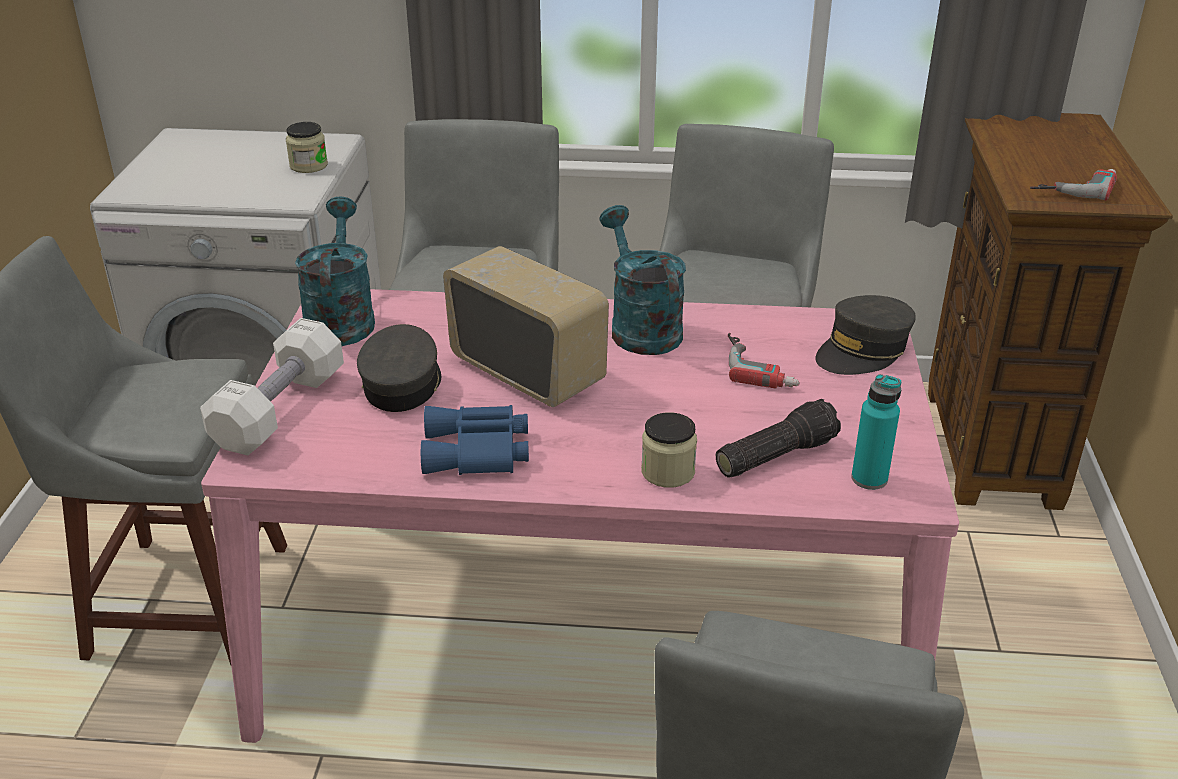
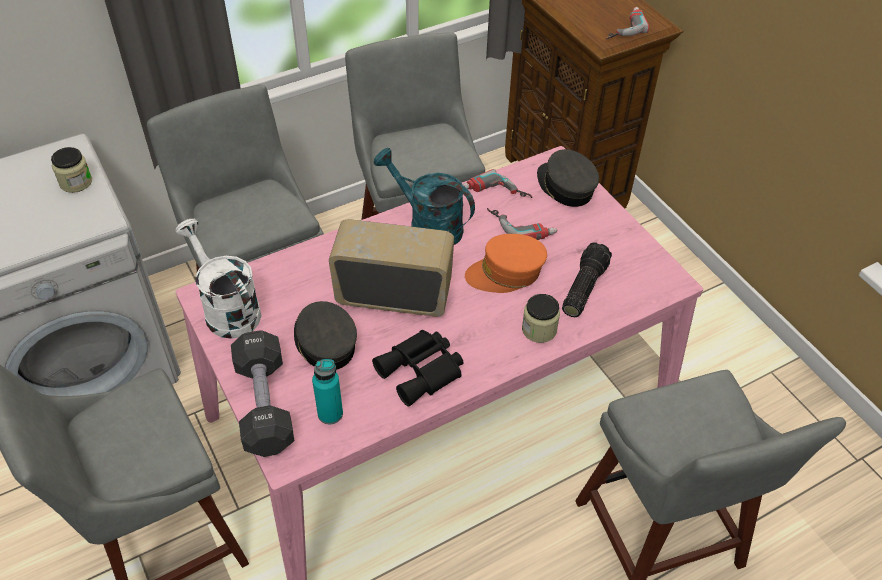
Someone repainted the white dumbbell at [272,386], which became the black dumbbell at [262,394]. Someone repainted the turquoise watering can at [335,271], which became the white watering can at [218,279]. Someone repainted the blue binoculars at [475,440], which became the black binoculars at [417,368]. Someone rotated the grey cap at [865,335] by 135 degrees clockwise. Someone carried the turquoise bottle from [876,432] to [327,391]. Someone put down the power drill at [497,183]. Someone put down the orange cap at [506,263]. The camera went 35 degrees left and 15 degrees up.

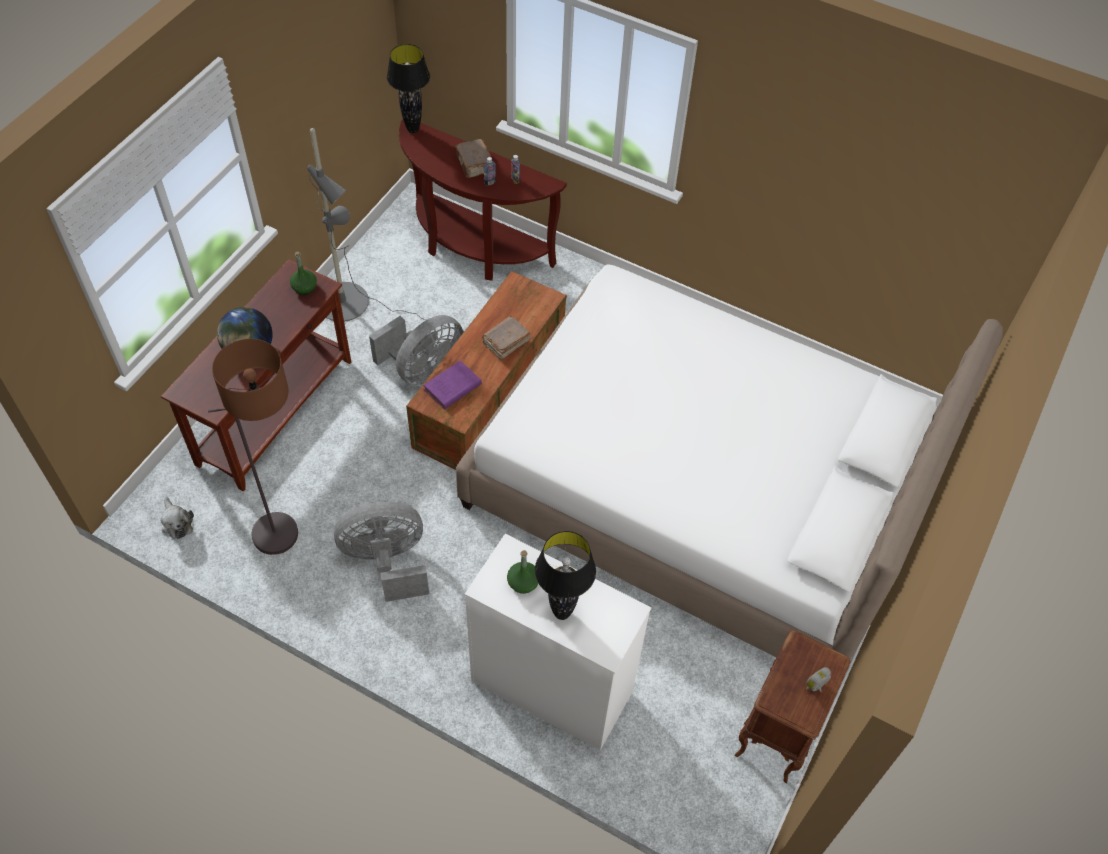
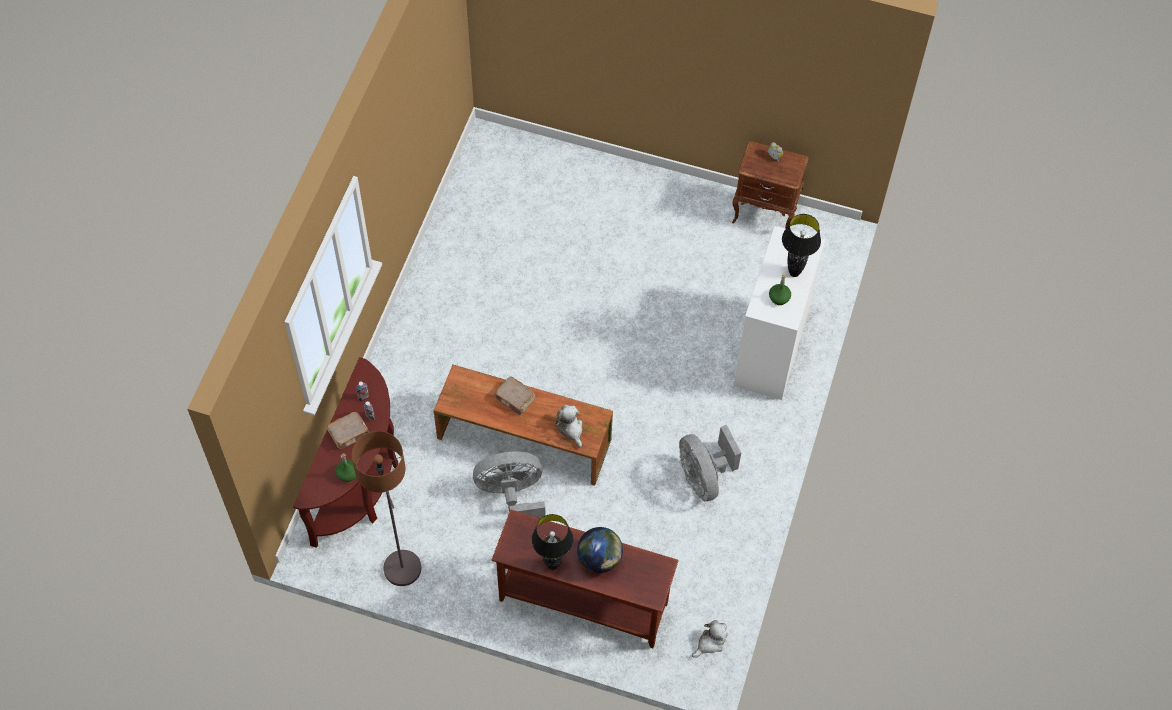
Someone carried the brown floor lamp from [253,447] to [386,508]. Someone carried the green bottle from [303,273] to [346,467]. Someone took away the grey floor lamp at [377,227]. Someone rotated the grey fan at [416,350] by 45 degrees counterclockwise. Someone carried the black table lamp from [408,88] to [552,542]. Someone swapped the purple book at [452,385] for the plush toy at [569,426]. Someone took away the white bed at [729,462]. The camera went 100 degrees left and 5 degrees up.

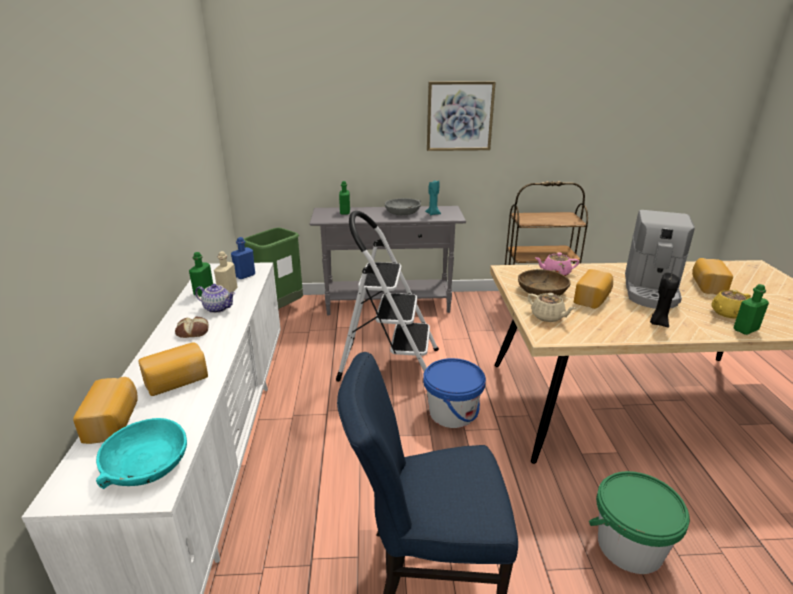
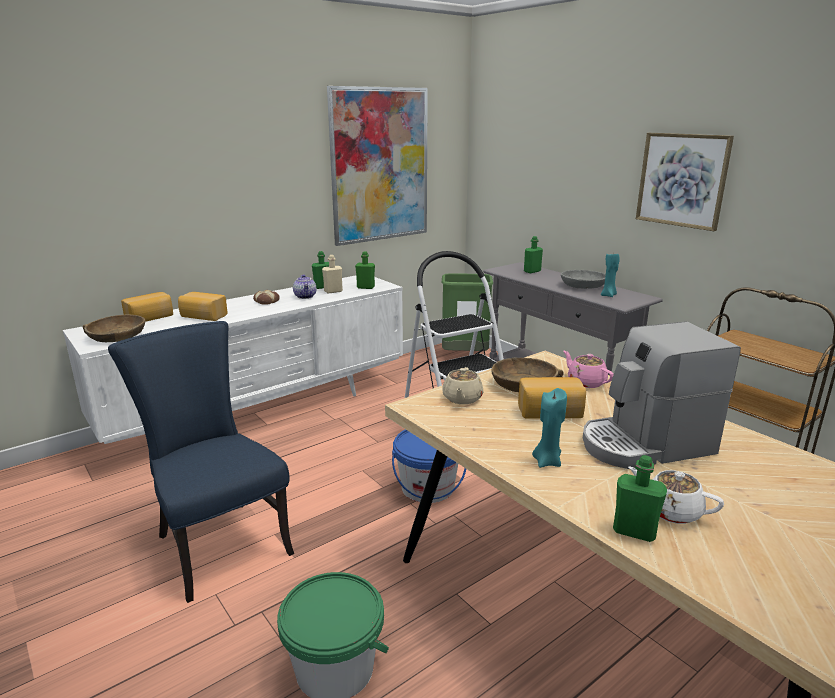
Someone repainted the turquoise bowl at [141,453], which became the brown bowl at [113,328]. Someone repainted the blue bottle at [243,258], which became the green bottle at [365,270]. Someone repainted the black candle at [665,300], which became the turquoise candle at [549,428]. Someone took away the bread at [712,276]. Someone repainted the yellow teapot at [731,304], which became the white teapot at [676,495]. Someone put up the picture at [377,166]. The camera went 55 degrees right and 5 degrees down.

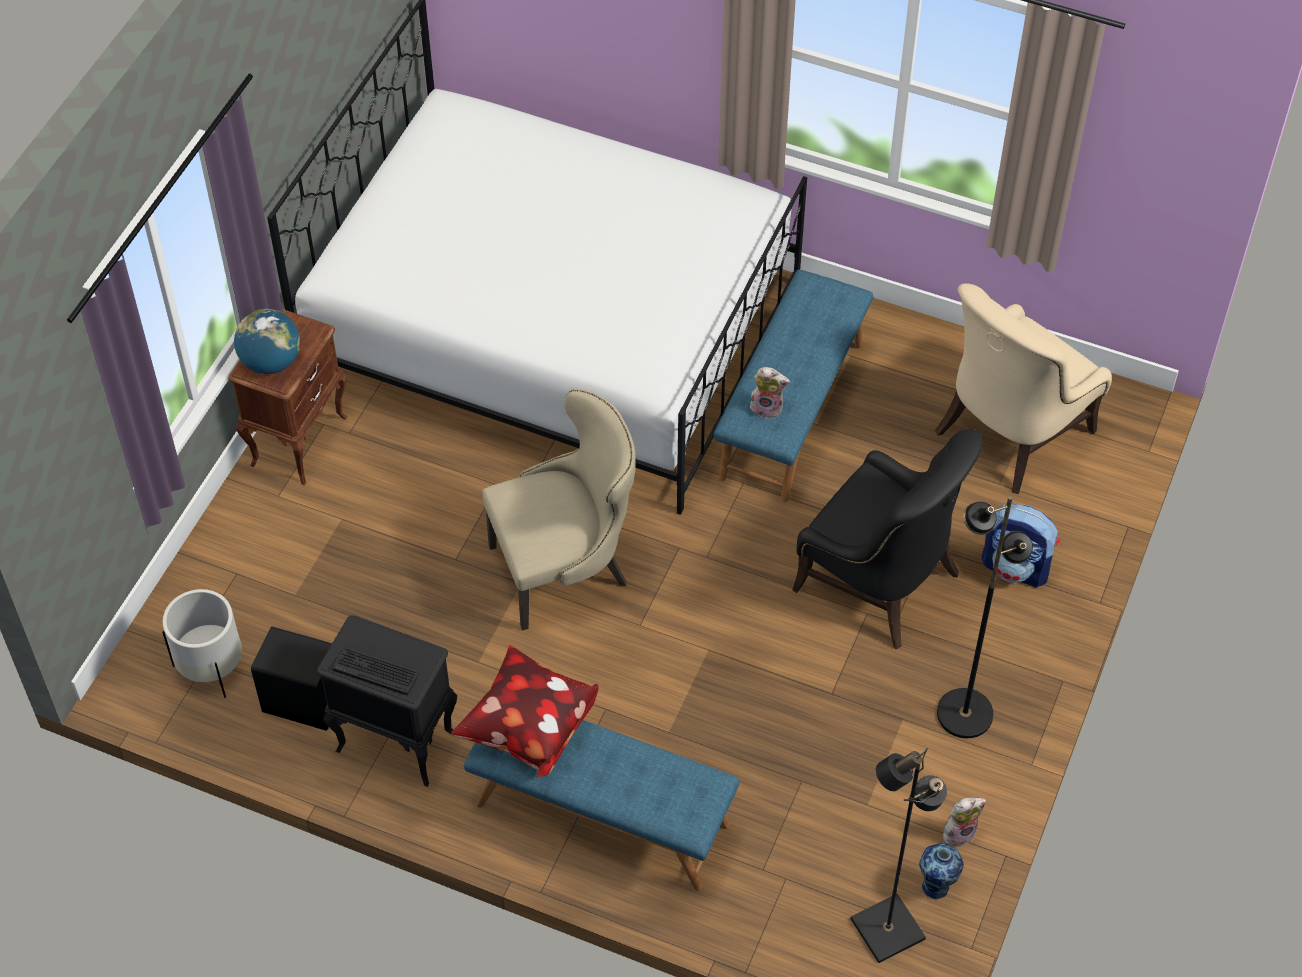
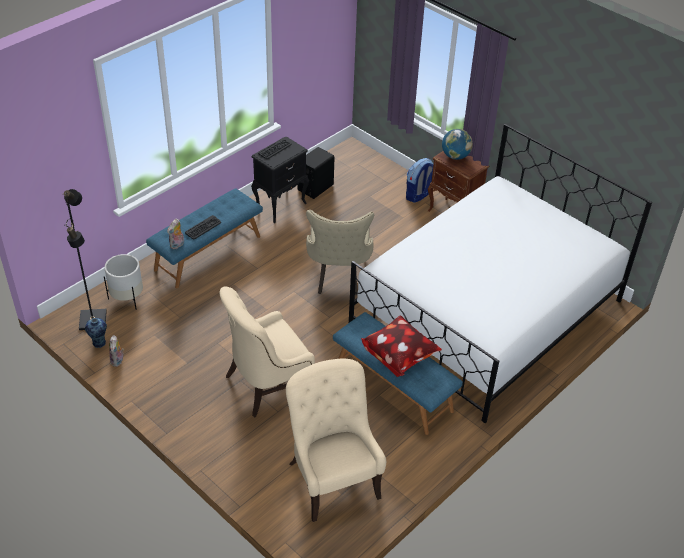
Someone carried the white planter from [202,643] to [123,282]. Someone carried the pillow from [525,711] to [401,346]. Someone carried the plush toy from [770,393] to [175,234]. Someone repainted the black chair at [887,539], which became the beige chair at [267,351]. Someone took away the black floor lamp at [985,617]. Someone carried the backpack from [1020,545] to [419,180]. Someone put down the keyboard at [203,227]. The camera went 110 degrees right and 10 degrees down.

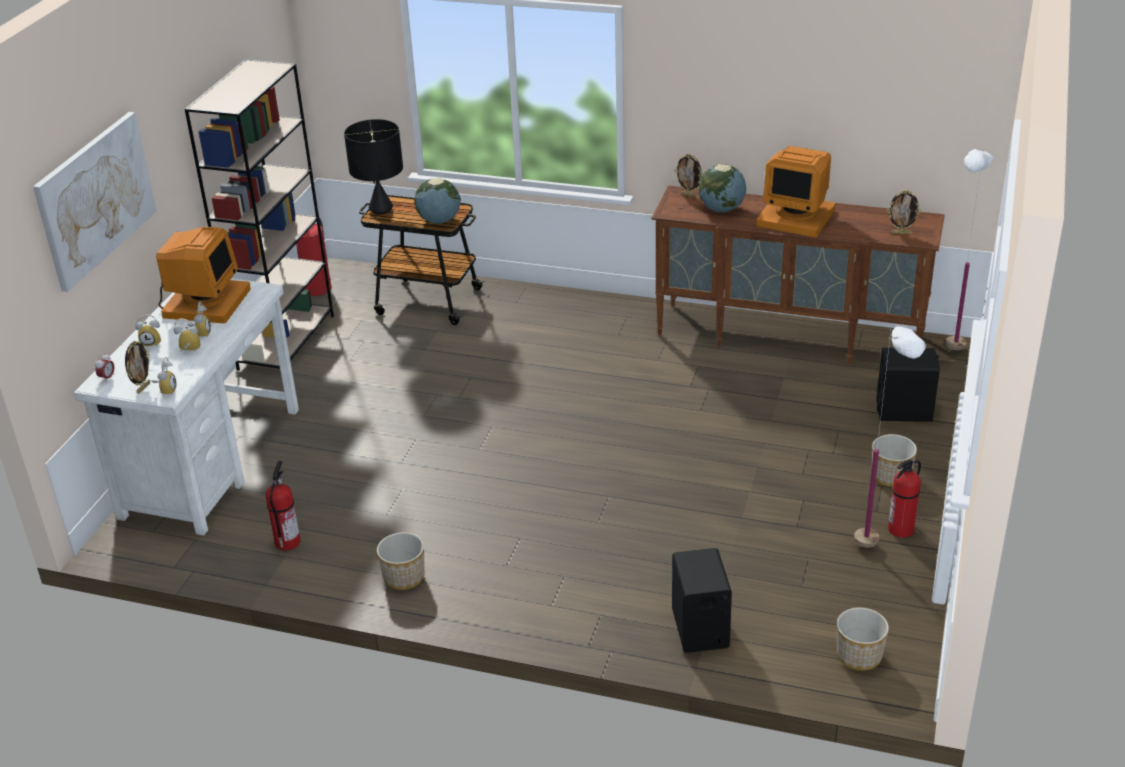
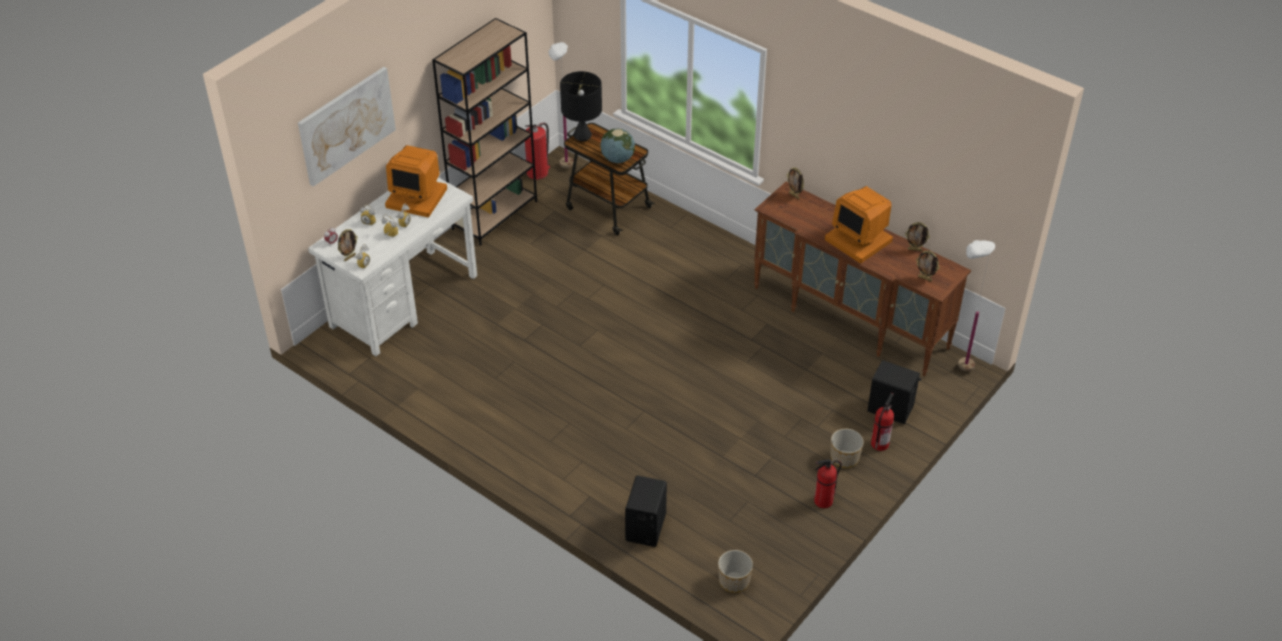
Someone rotated the monitor at [203,275] by 75 degrees clockwise. Someone carried the fire extinguisher from [283,505] to [882,422]. Someone took away the planter at [401,561]. Someone took away the globe at [722,188]. Someone carried the white floor lamp from [890,435] to [561,105]. Someone put down the picture frame at [917,236]. The camera went 20 degrees right and 10 degrees up.

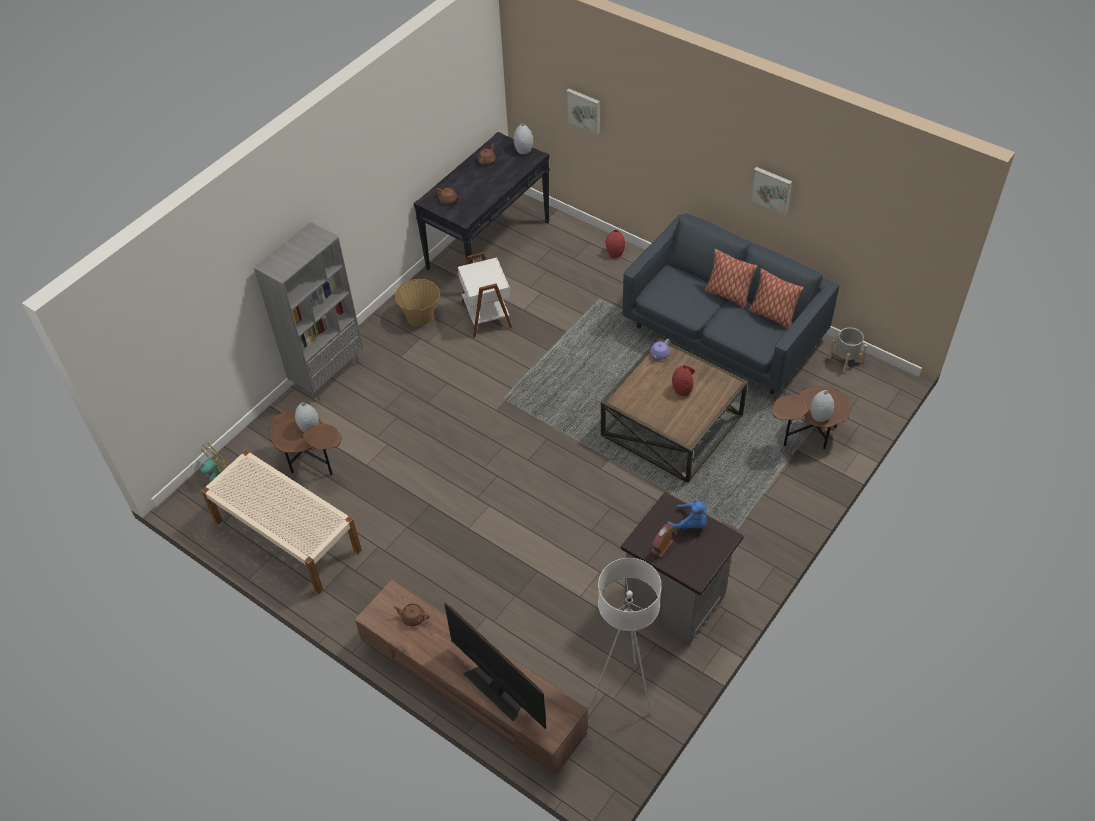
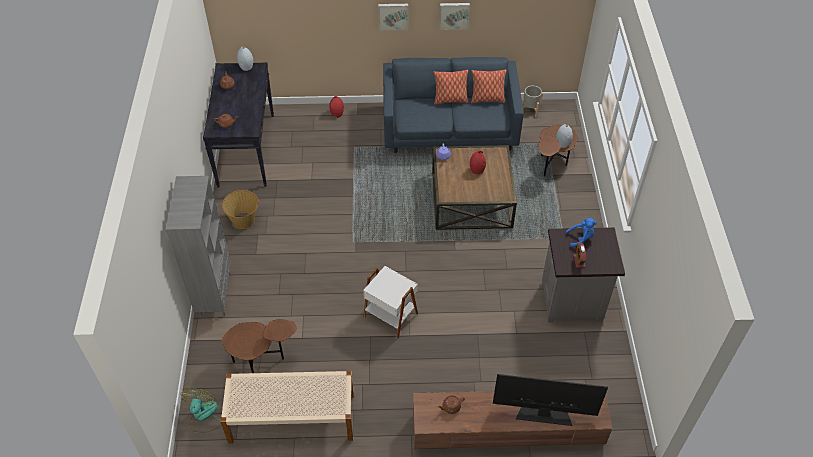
Someone took away the grey vase at [307,416]. Someone carried the white side table from [485,295] to [390,302]. Someone carried the picture from [583,111] to [393,17]. Someone took away the white floor lamp at [627,636]. The camera went 40 degrees left and 0 degrees up.

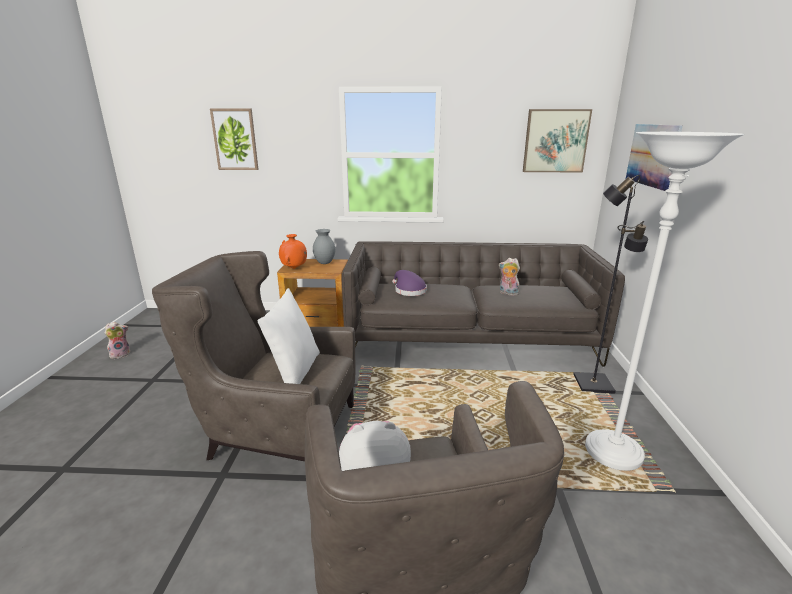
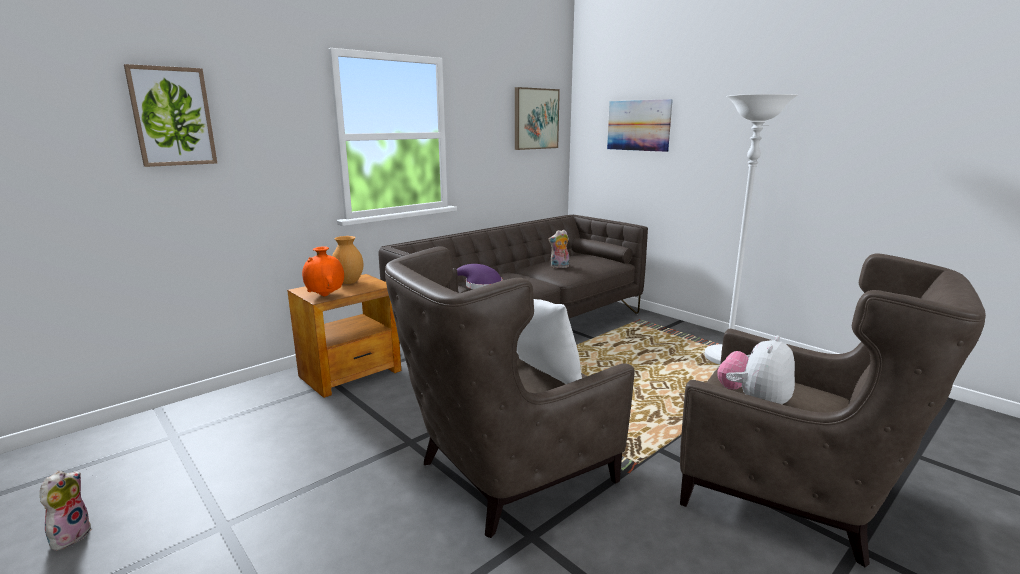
Someone repainted the grey vase at [324,246], which became the brown vase at [347,260]. Someone took away the black floor lamp at [610,284]. The camera went 45 degrees left and 5 degrees down.

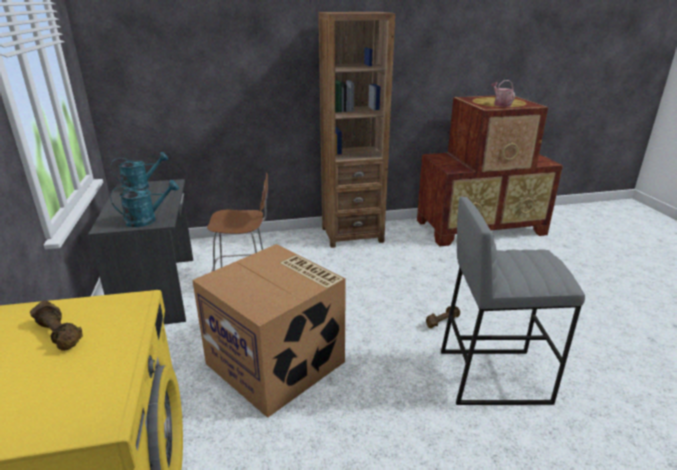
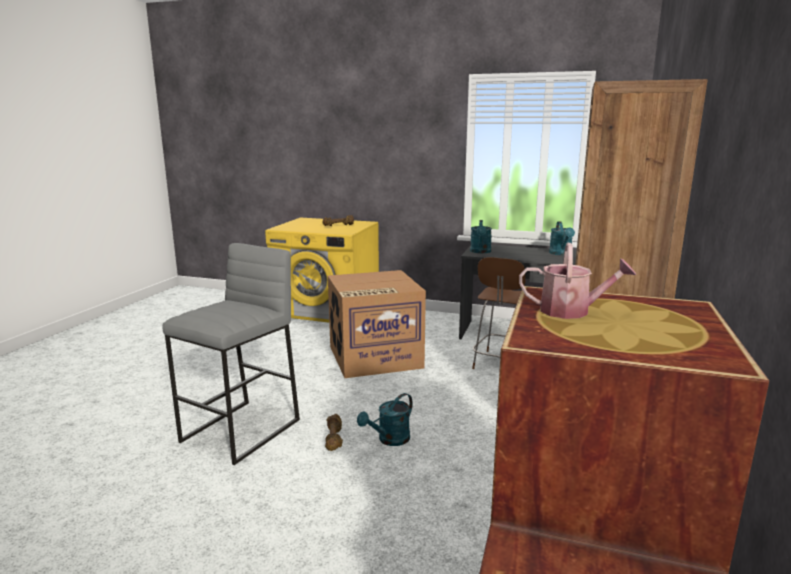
Someone put down the turquoise watering can at [385,419]. The camera went 120 degrees right and 10 degrees down.

